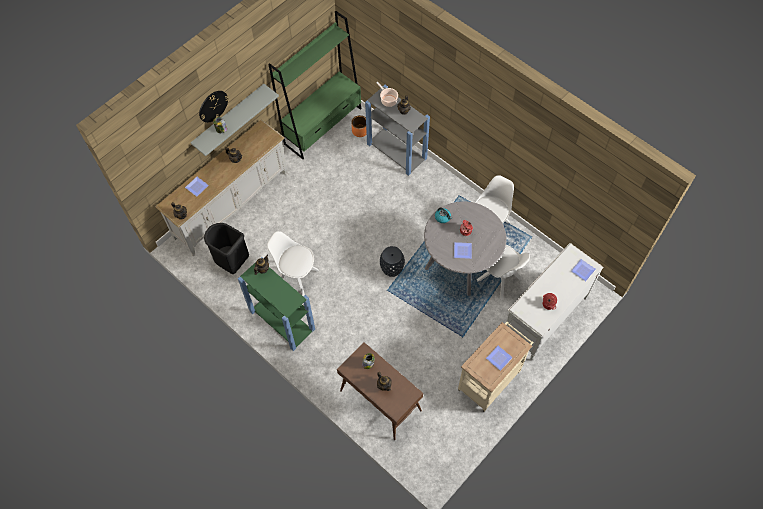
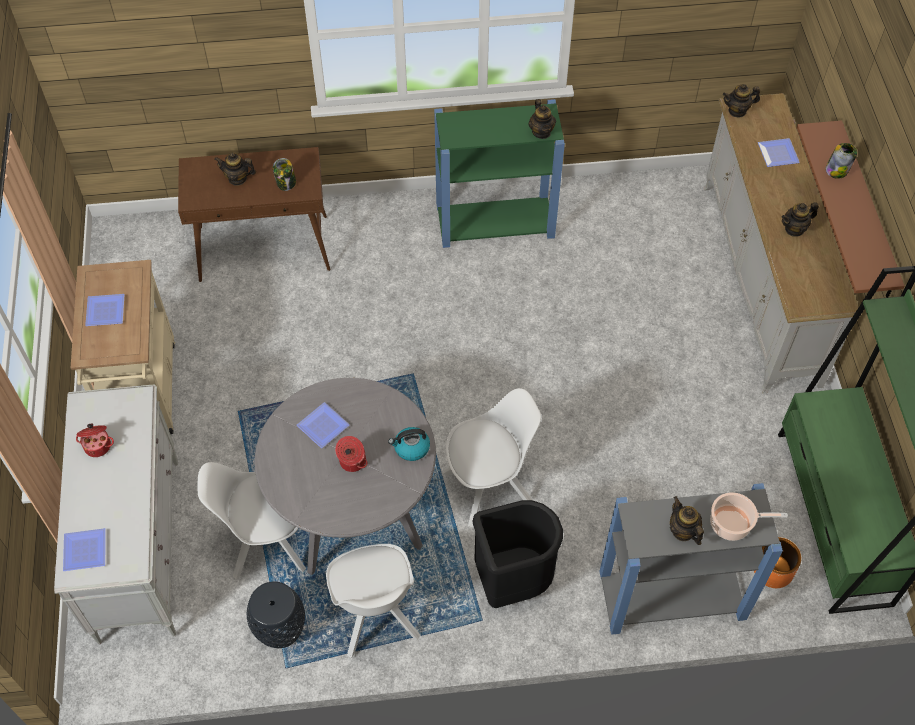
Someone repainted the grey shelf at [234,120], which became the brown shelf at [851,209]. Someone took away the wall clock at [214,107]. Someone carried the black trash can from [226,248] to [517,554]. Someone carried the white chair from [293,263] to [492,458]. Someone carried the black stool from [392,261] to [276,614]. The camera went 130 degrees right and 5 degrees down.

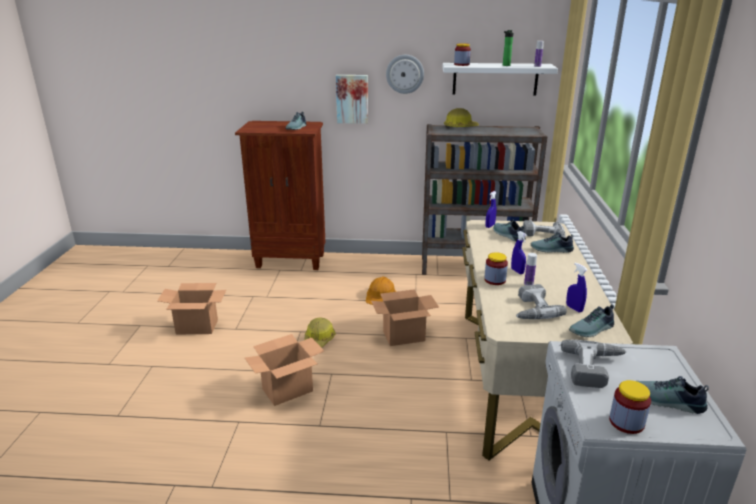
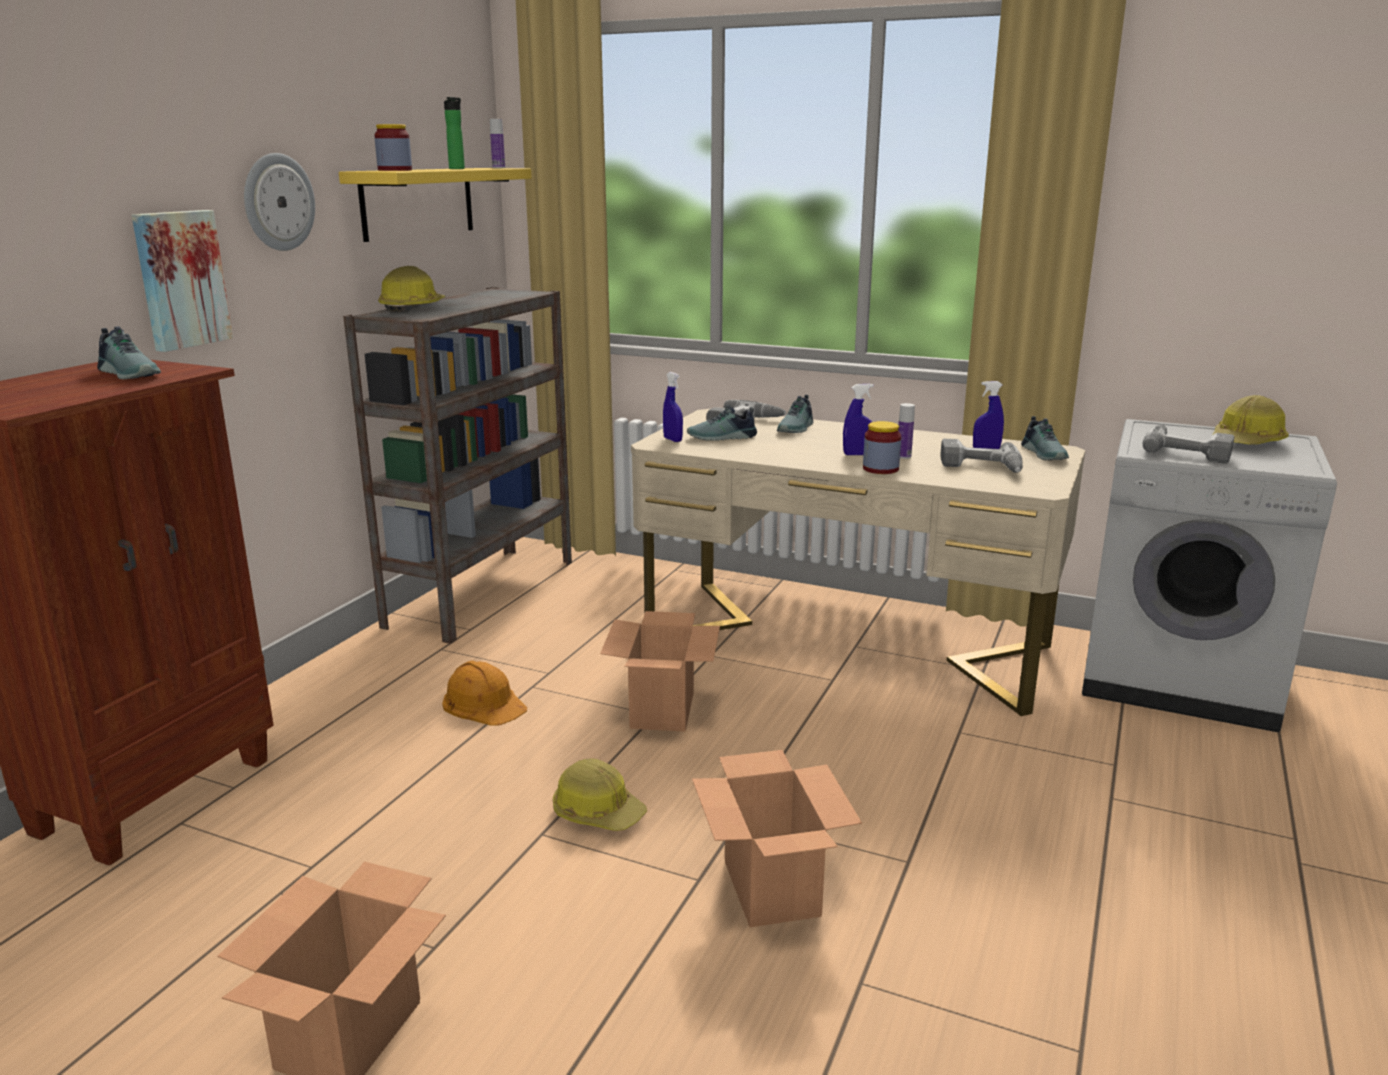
Someone repainted the white shelf at [500,79], which became the yellow shelf at [435,205]. Someone took away the jar at [630,407]. Someone swapped the shoe at [673,395] for the hard hat at [1251,420]. The camera went 70 degrees left and 5 degrees down.

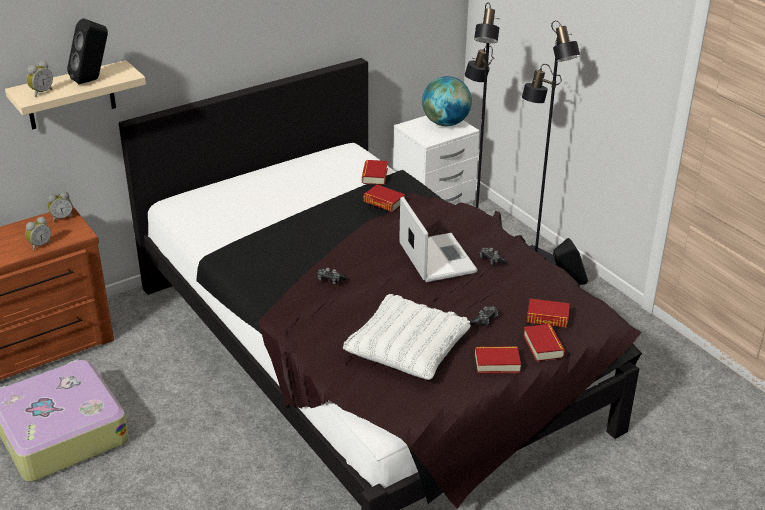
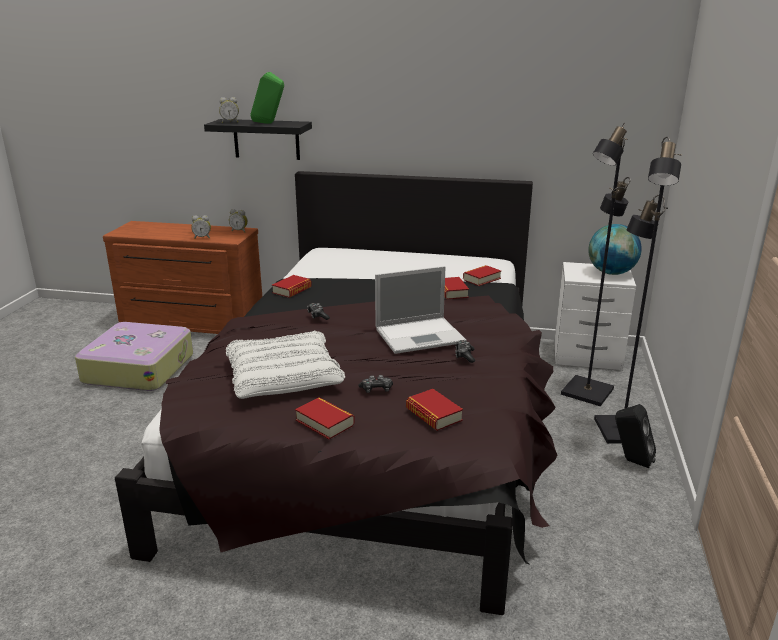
Someone repainted the beige shelf at [75,95], which became the black shelf at [258,139]. Someone repainted the black speaker at [87,51], which became the green speaker at [267,98]. Someone rotated the laptop at [438,239] by 45 degrees clockwise. Someone carried the book from [544,343] to [292,286]. The camera went 45 degrees right and 10 degrees down.

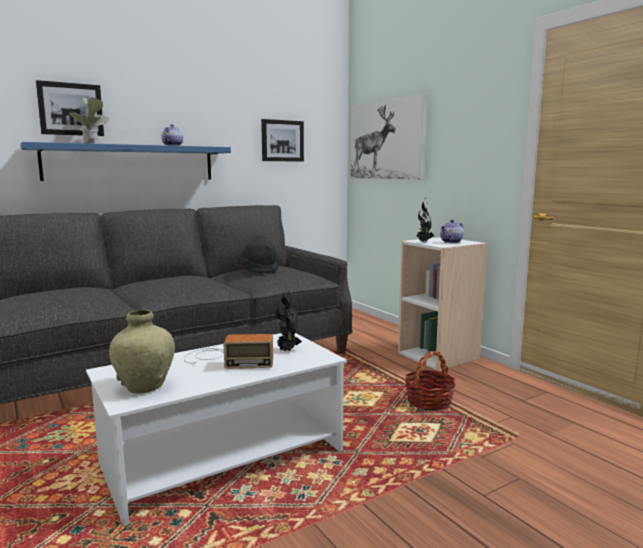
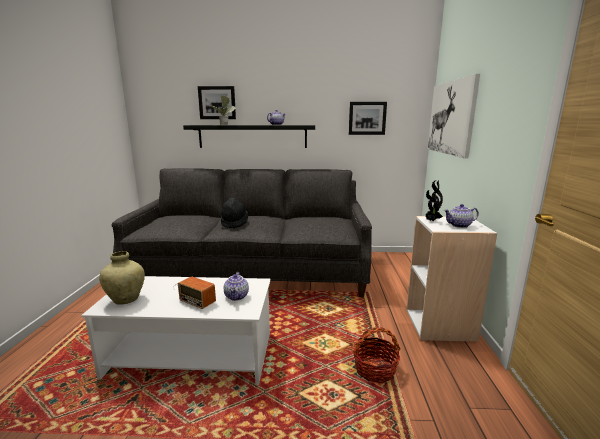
Someone repainted the blue shelf at [126,161], which became the black shelf at [249,136]. Someone carried the black hat from [258,254] to [234,213]. Someone swapped the potted plant at [289,321] for the teapot at [236,286]. The camera went 35 degrees right and 5 degrees up.

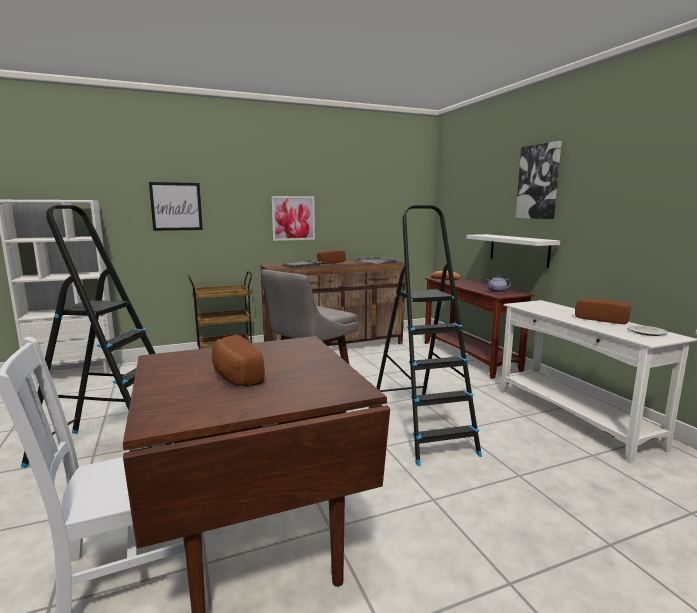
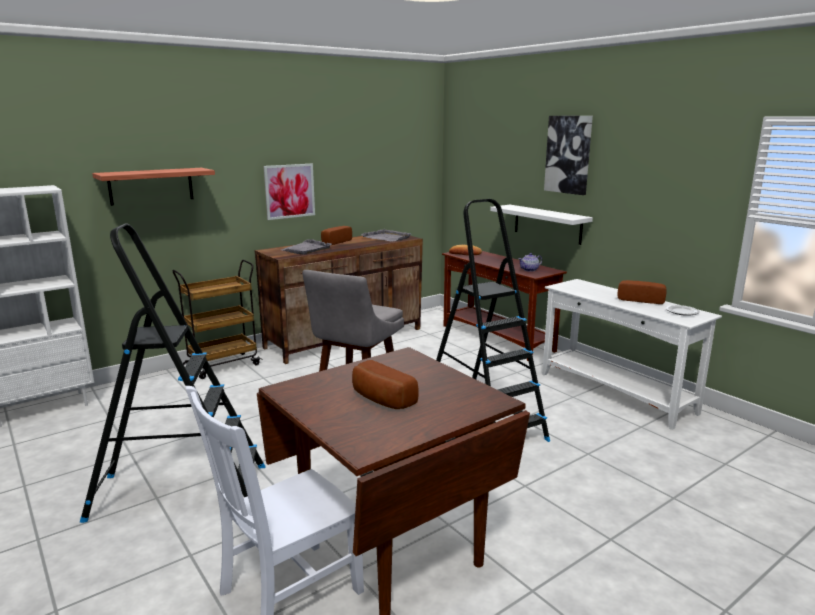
Someone swapped the picture at [176,206] for the shelf at [153,187]. The camera went 15 degrees left and 5 degrees up.

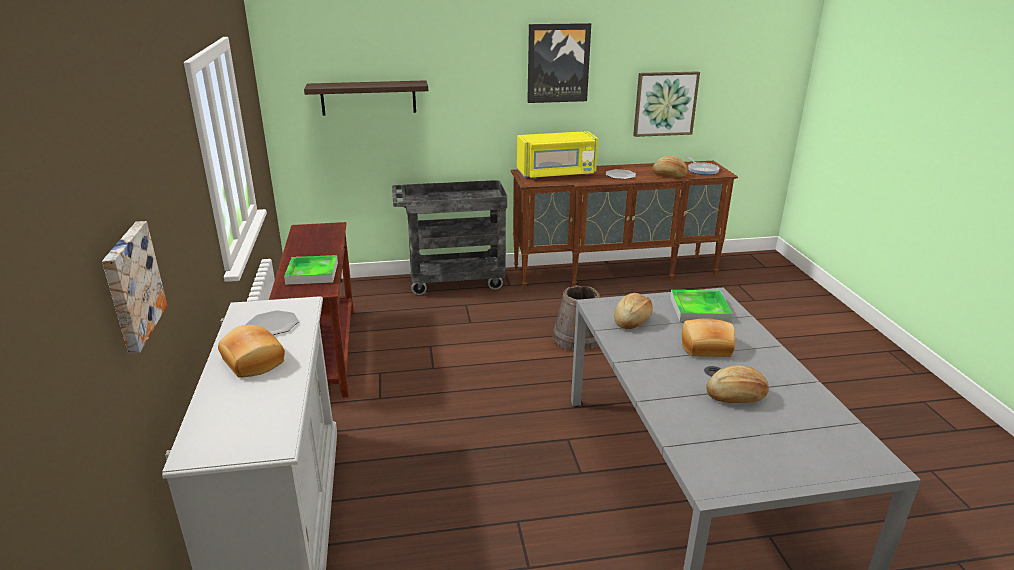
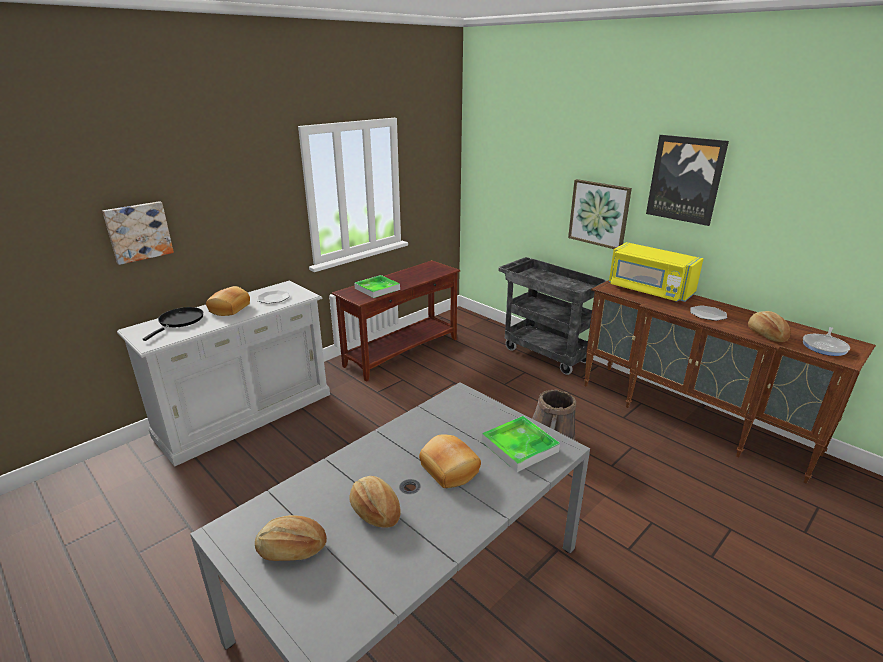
Someone took away the shelf at [366,98]. Someone carried the bread from [633,311] to [291,538]. Someone carried the picture from [666,104] to [600,214]. Someone put down the black frying pan at [173,324]. The camera went 55 degrees right and 0 degrees up.

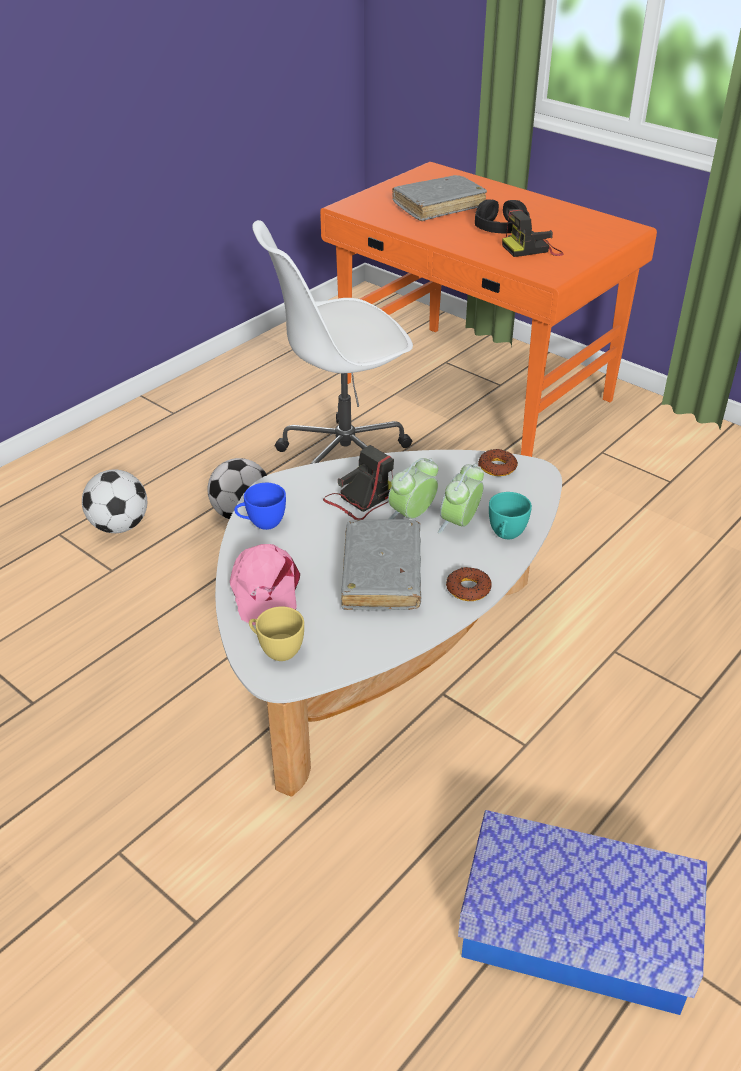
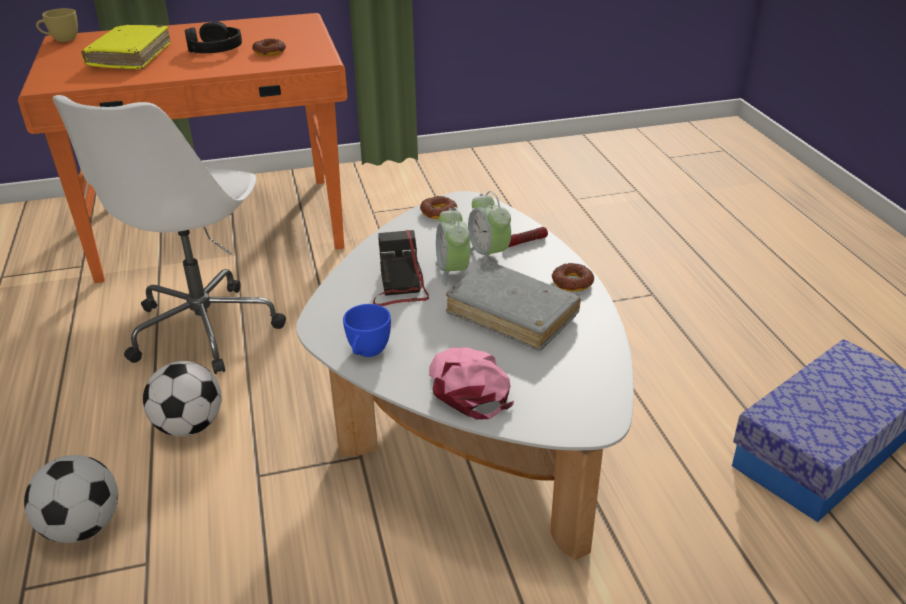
Someone rotated the pink cap at [265,584] by 135 degrees counterclockwise. Someone carried the yellow cup from [276,633] to [57,25]. Someone repainted the grey book at [439,198], which became the yellow book at [126,47]. Someone swapped the turquoise cup at [510,515] for the flashlight at [528,237]. Someone swapped the photo camera at [532,233] for the donut at [269,47]. The camera went 55 degrees left and 5 degrees down.

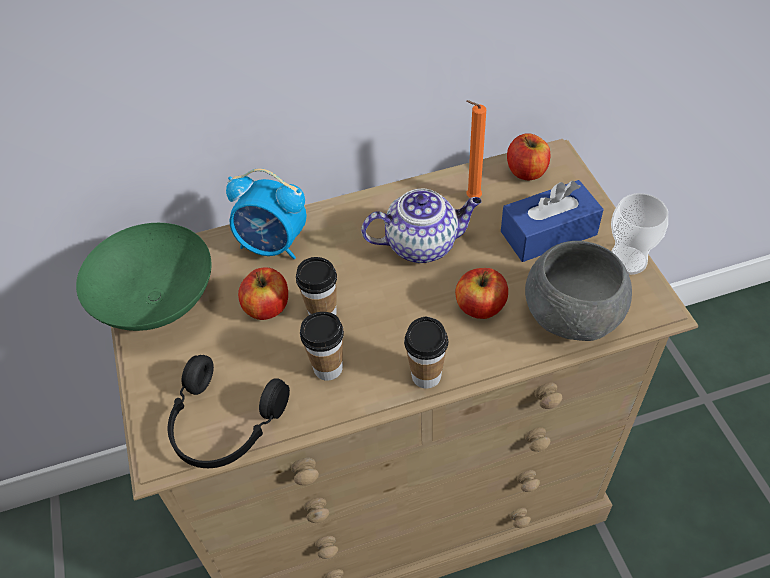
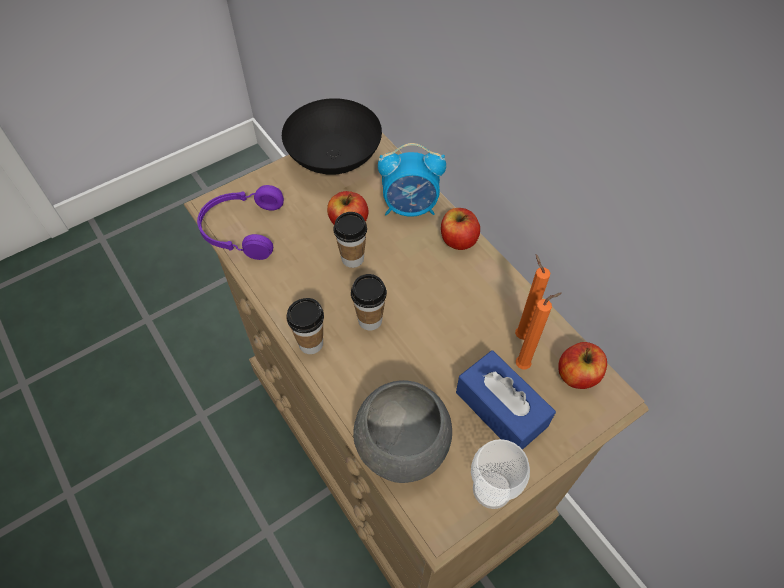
Someone repainted the green bowl at [143,277], which became the black bowl at [332,136]. Someone repainted the black headphones at [229,411], which became the purple headphones at [240,222]. Someone rotated the alarm clock at [266,213] by 90 degrees counterclockwise. Someone carried the cup from [322,346] to [369,302]. Someone took away the teapot at [421,226]. Someone carried the apple from [481,293] to [460,229]. Someone put down the orange candle at [539,331]. The camera went 70 degrees right and 5 degrees up.

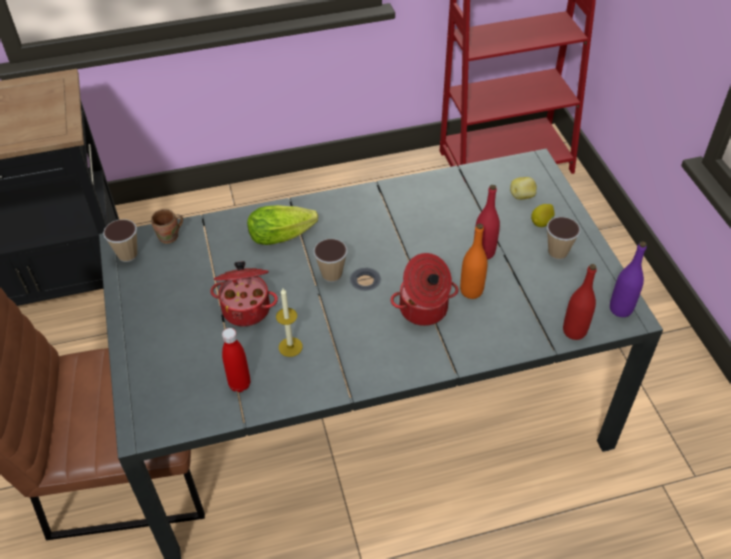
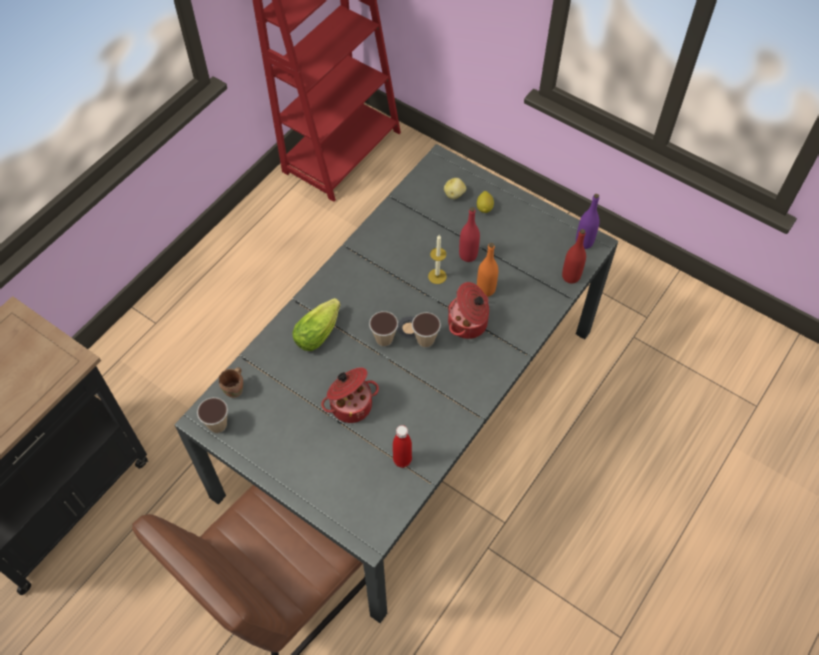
Someone carried the candle from [289,322] to [437,259]. Someone carried the cup from [563,238] to [426,330]. The camera went 40 degrees left and 10 degrees up.

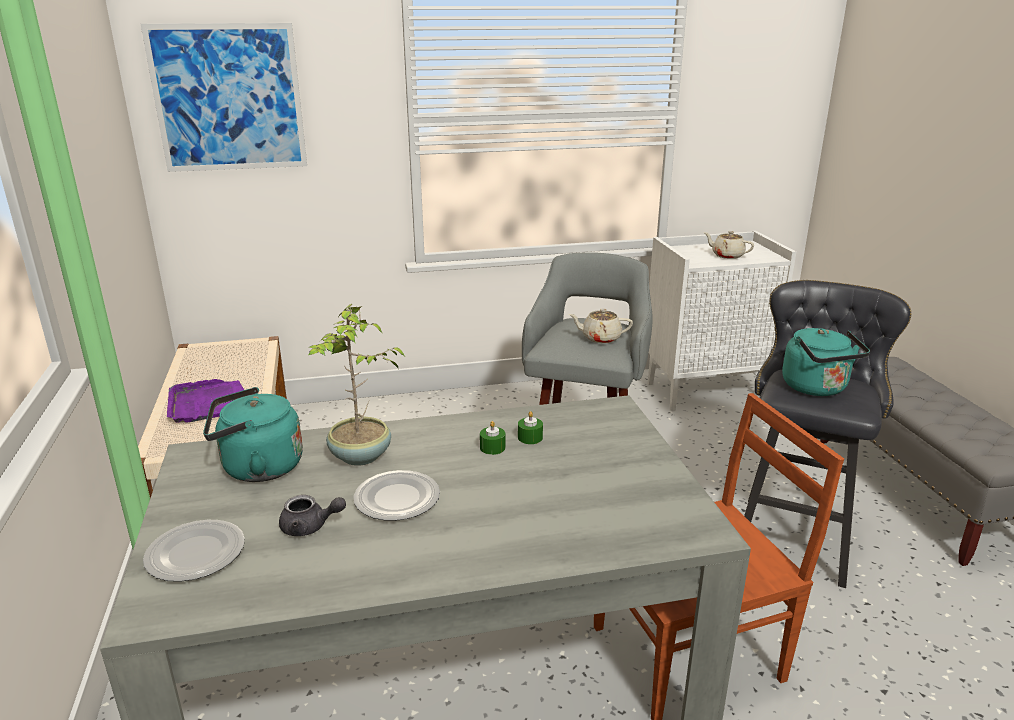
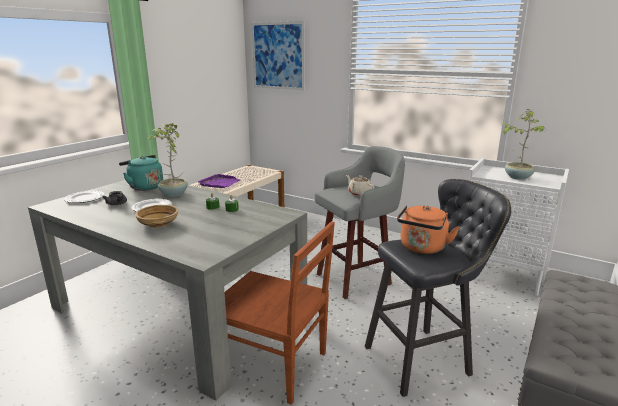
Someone swapped the beige teapot at [729,245] for the potted plant at [523,144]. Someone repainted the turquoise kettle at [826,362], which became the orange kettle at [428,229]. Someone put down the beige bowl at [157,216]. The camera went 45 degrees right and 5 degrees down.

